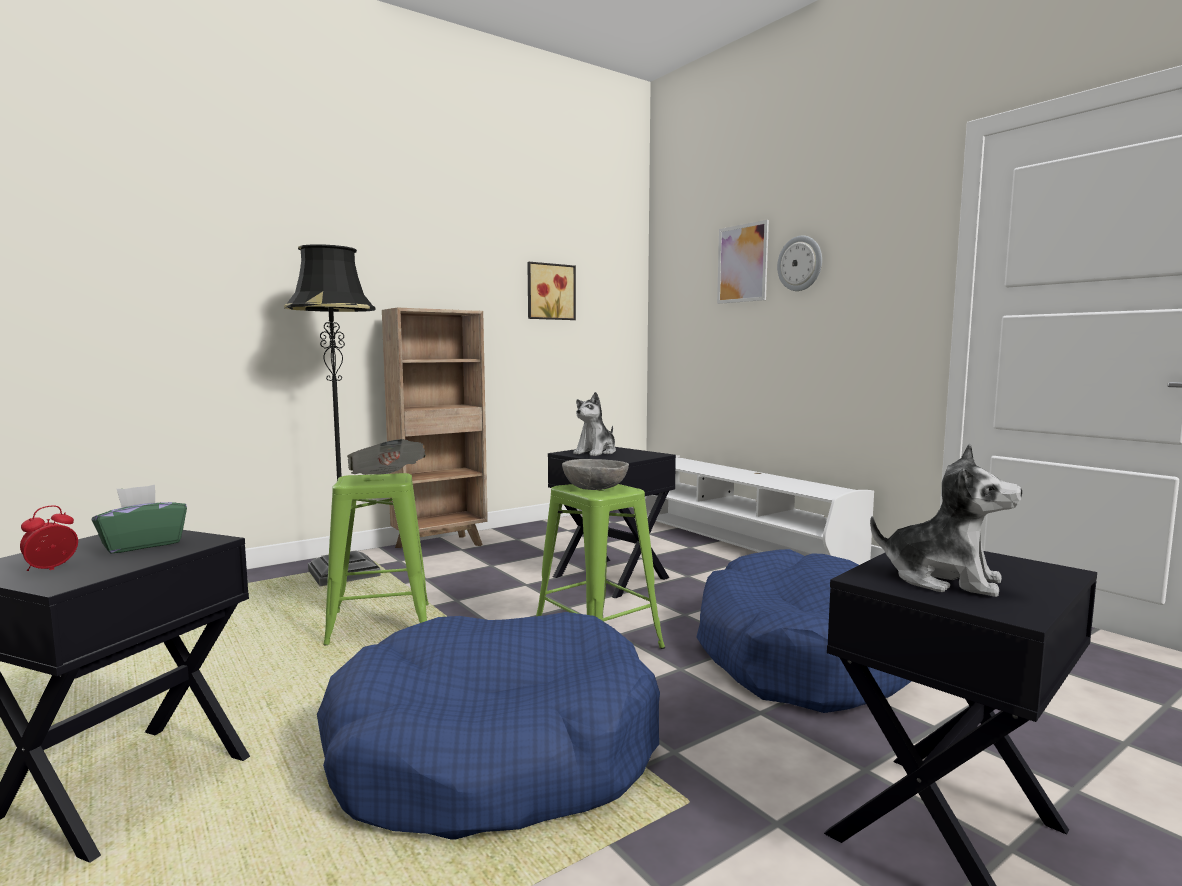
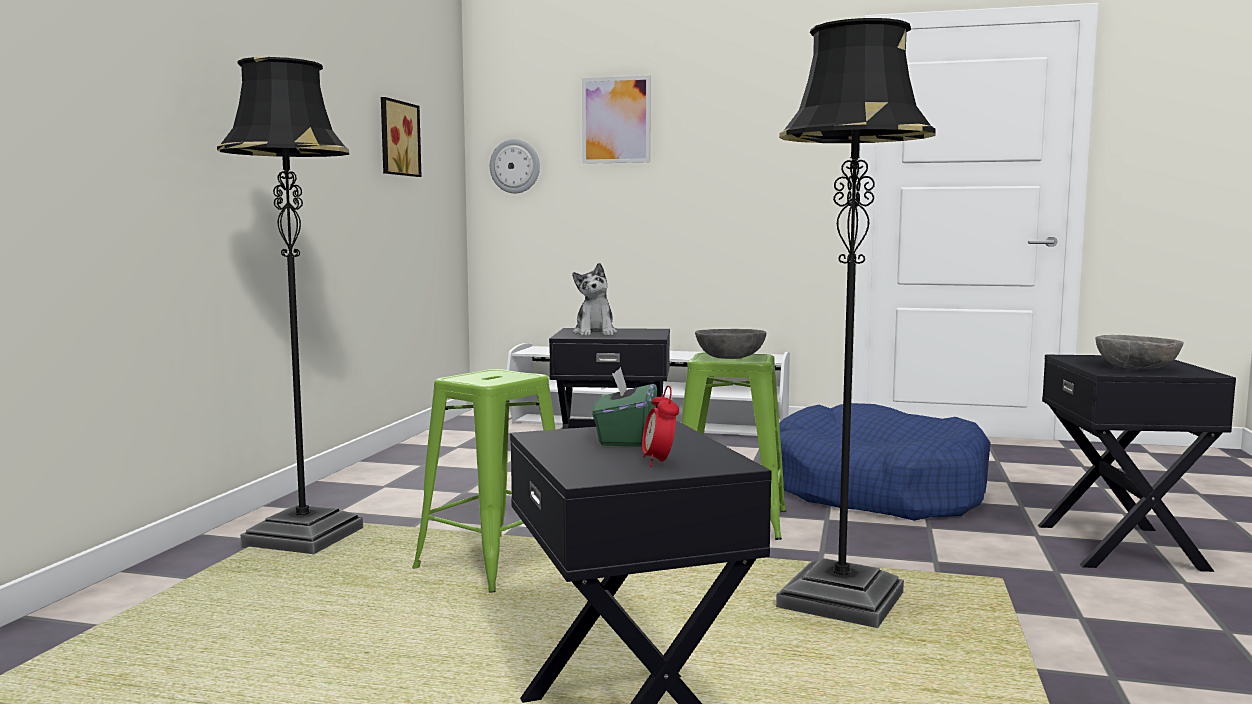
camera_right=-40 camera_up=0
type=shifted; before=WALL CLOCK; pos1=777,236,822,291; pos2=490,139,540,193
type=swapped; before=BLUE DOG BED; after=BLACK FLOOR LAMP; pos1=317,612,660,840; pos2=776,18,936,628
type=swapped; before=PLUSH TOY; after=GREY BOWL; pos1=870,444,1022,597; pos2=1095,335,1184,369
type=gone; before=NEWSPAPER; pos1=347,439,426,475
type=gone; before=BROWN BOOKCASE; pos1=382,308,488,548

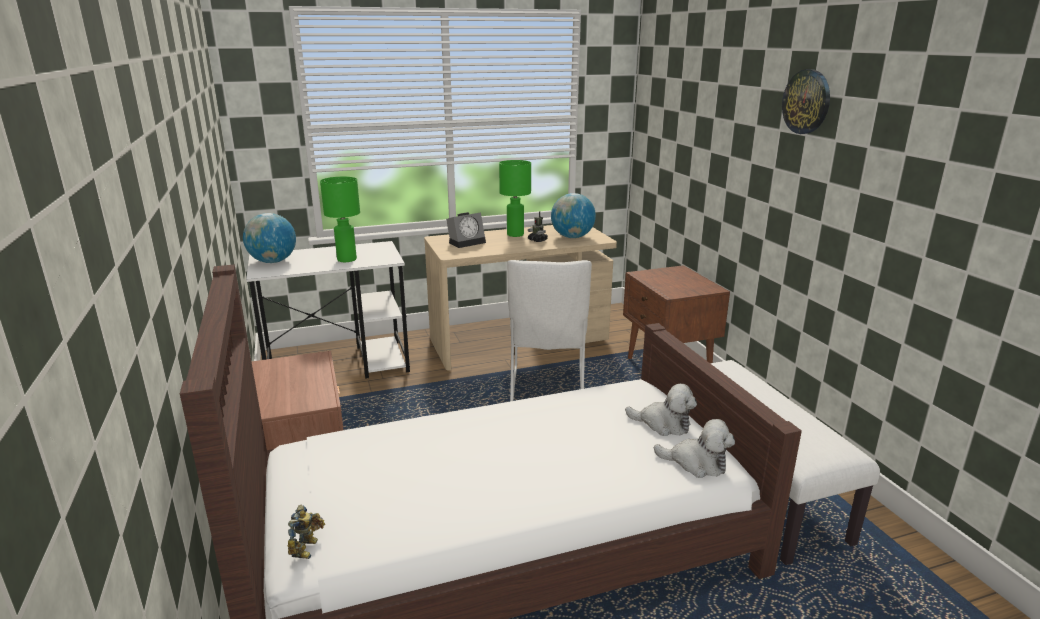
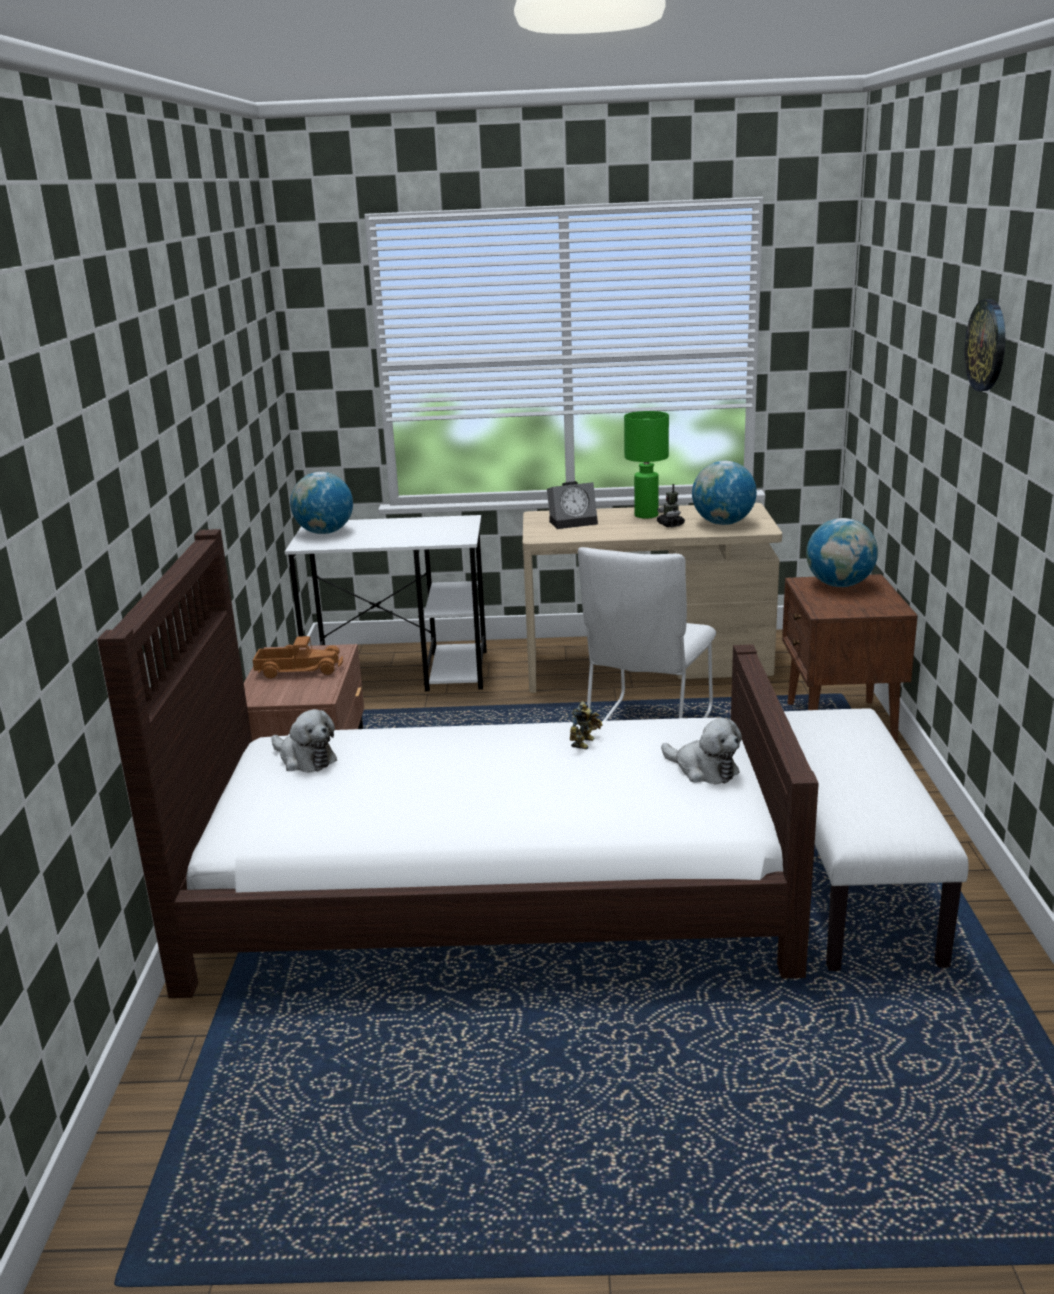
camera_right=20 camera_up=0
type=new; after=TOY TRUCK; pos2=253,636,343,679
type=shifted; before=PLUSH TOY; pos1=654,419,735,478; pos2=271,709,337,773
type=shifted; before=TOY ROBOT; pos1=287,505,325,559; pos2=570,701,603,750
type=new; after=GLOBE; pos2=806,518,878,587
type=gone; before=GREEN TABLE LAMP; pos1=320,177,360,262

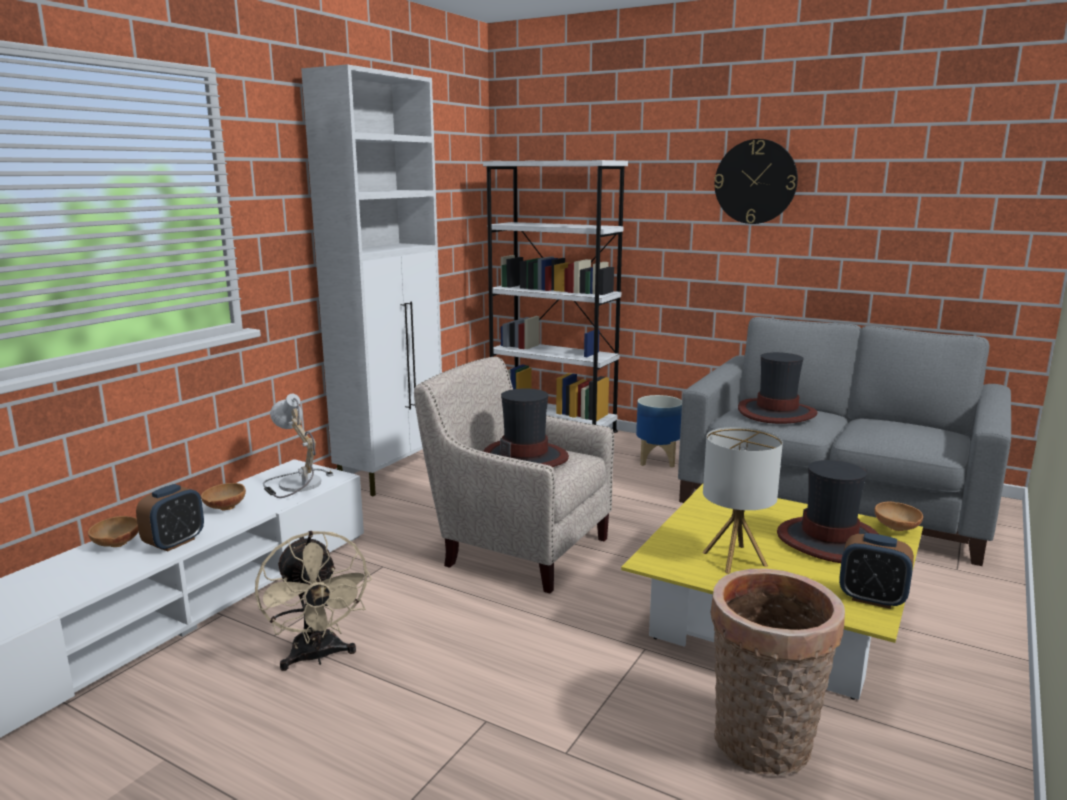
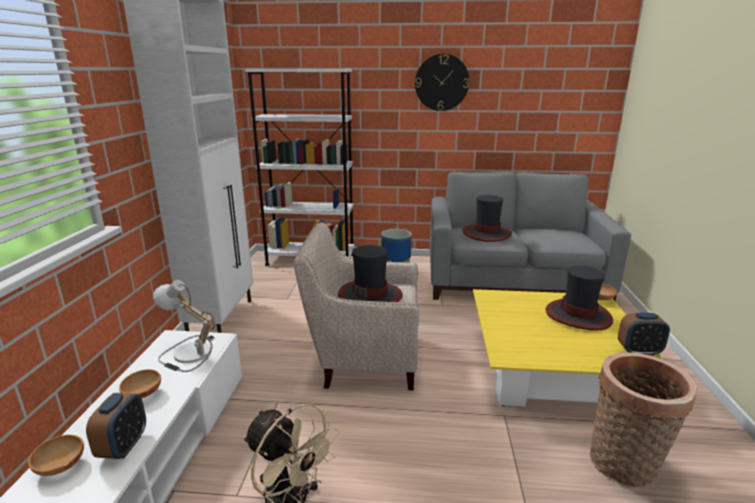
camera_right=-25 camera_up=5
type=gone; before=TABLE LAMP; pos1=702,427,783,574

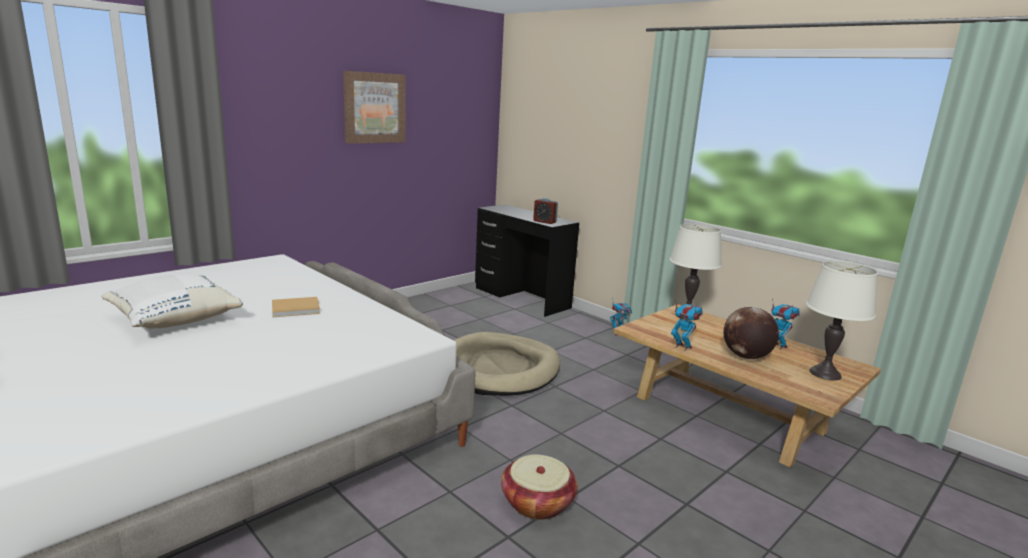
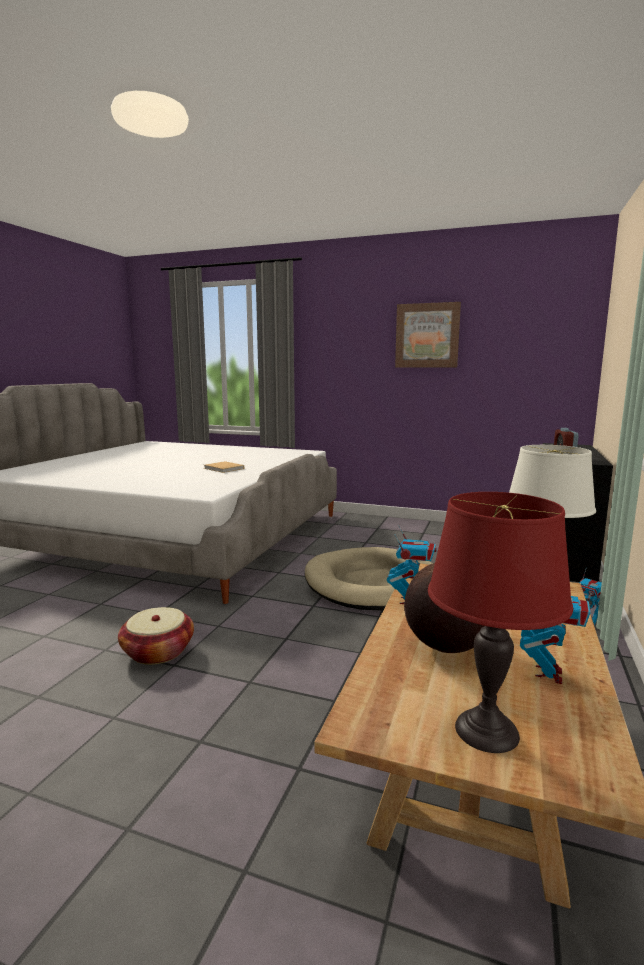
camera_right=65 camera_up=-5
type=repainted; before=WHITE TABLE LAMP; after=RED TABLE LAMP; pos1=806,261,878,380; pos2=428,492,573,753
type=gone; before=WHITE PILLOW; pos1=101,274,243,329

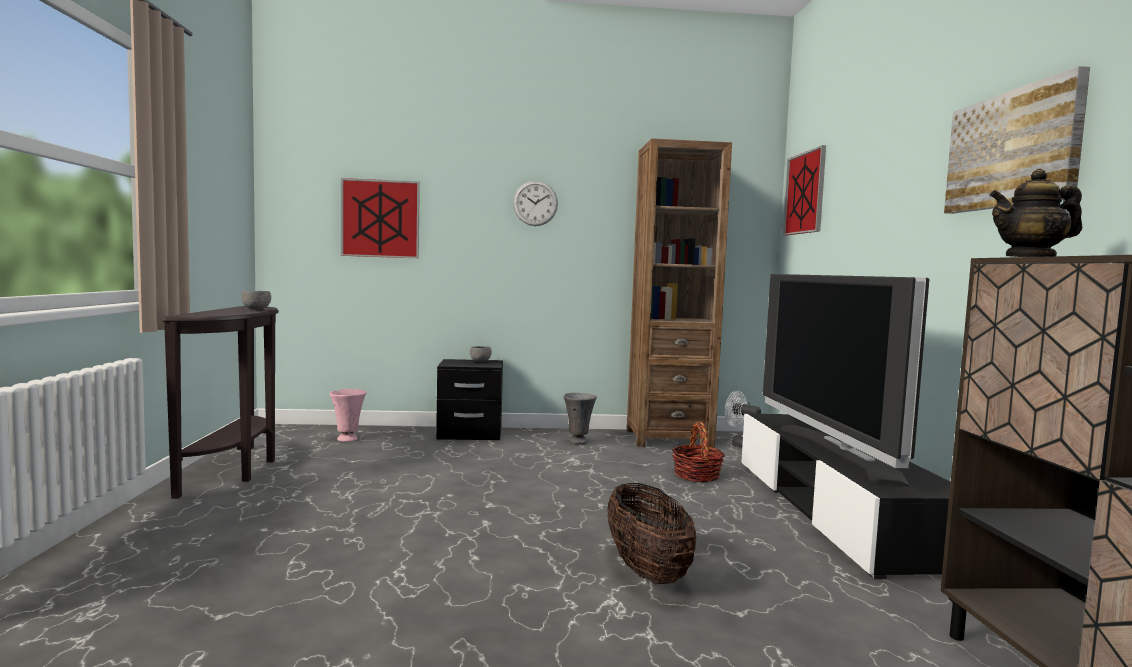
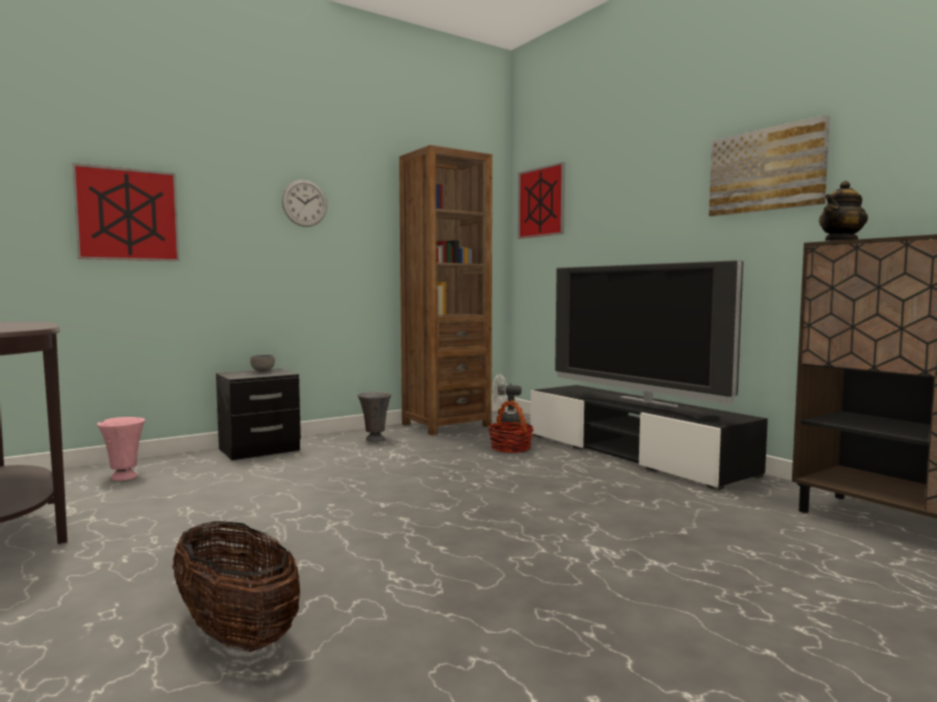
camera_right=-30 camera_up=0
type=shifted; before=BASKET; pos1=607,483,696,584; pos2=172,521,300,652
type=gone; before=GREY BOWL; pos1=241,291,271,310

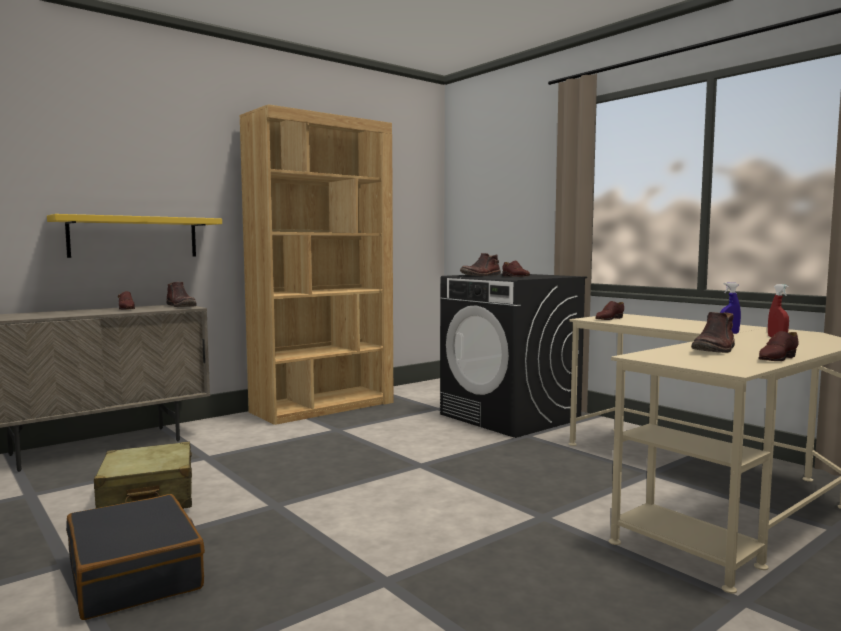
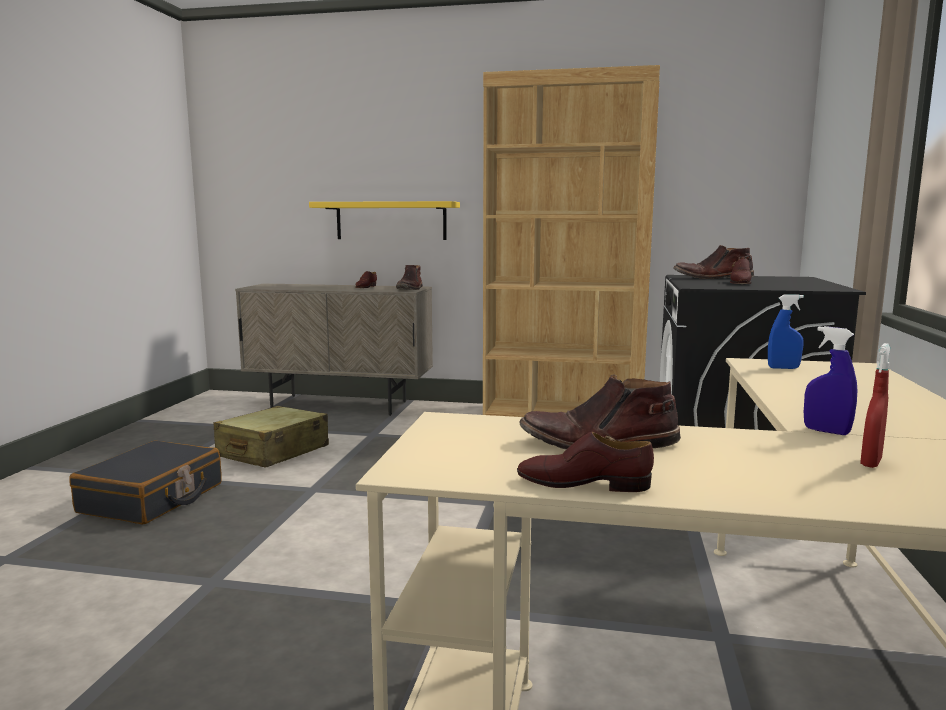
camera_right=50 camera_up=5
type=swapped; before=BROWN SHOE; after=BLUE SPRAY BOTTLE; pos1=595,301,624,320; pos2=768,294,804,369

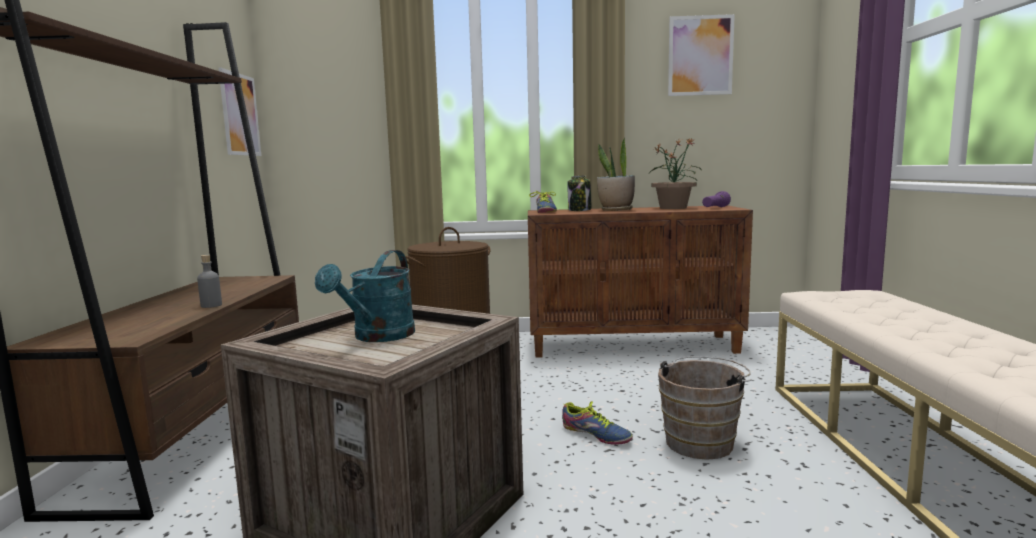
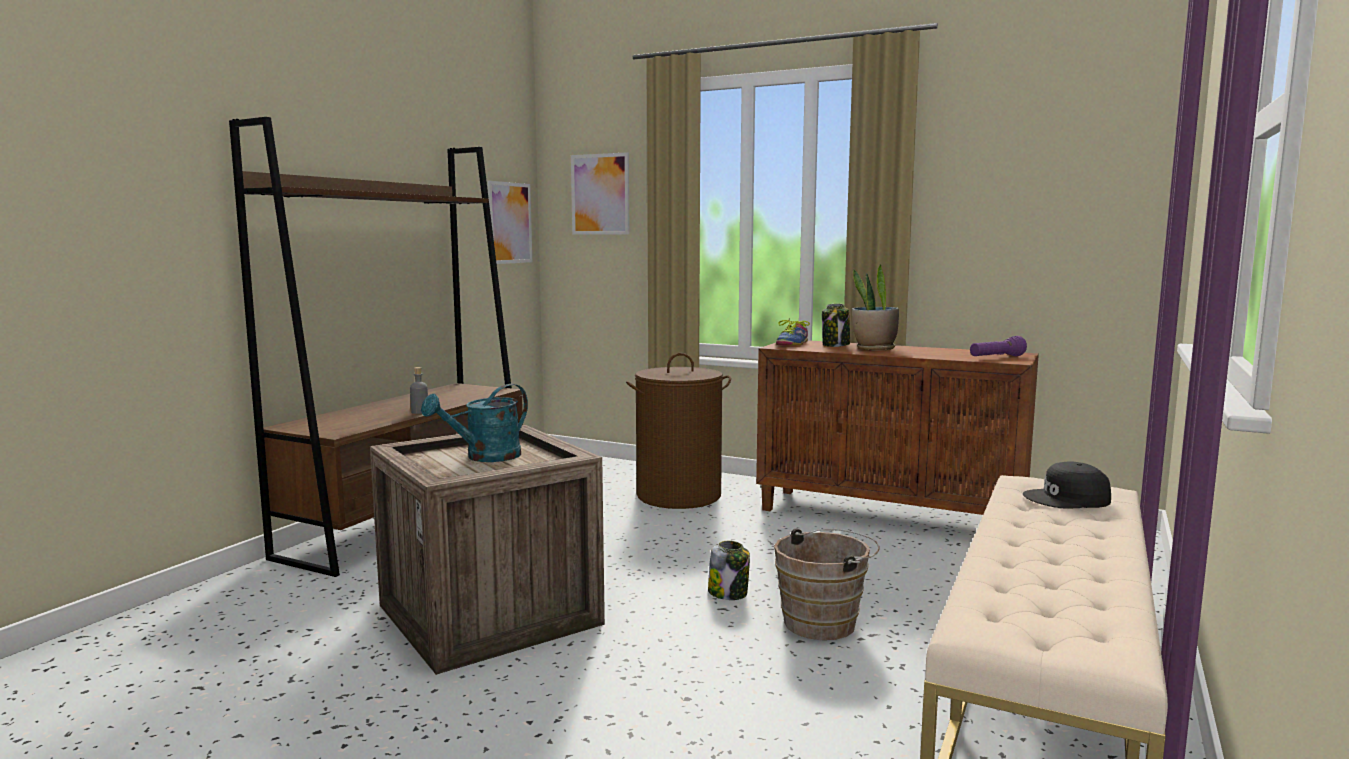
camera_right=25 camera_up=0
type=shifted; before=PICTURE; pos1=668,14,735,96; pos2=571,152,630,235
type=swapped; before=SHOE; after=JAR; pos1=562,401,633,445; pos2=708,541,750,600
type=new; after=BLACK CAP; pos2=1023,461,1111,509
type=gone; before=POTTED PLANT; pos1=649,138,702,209

